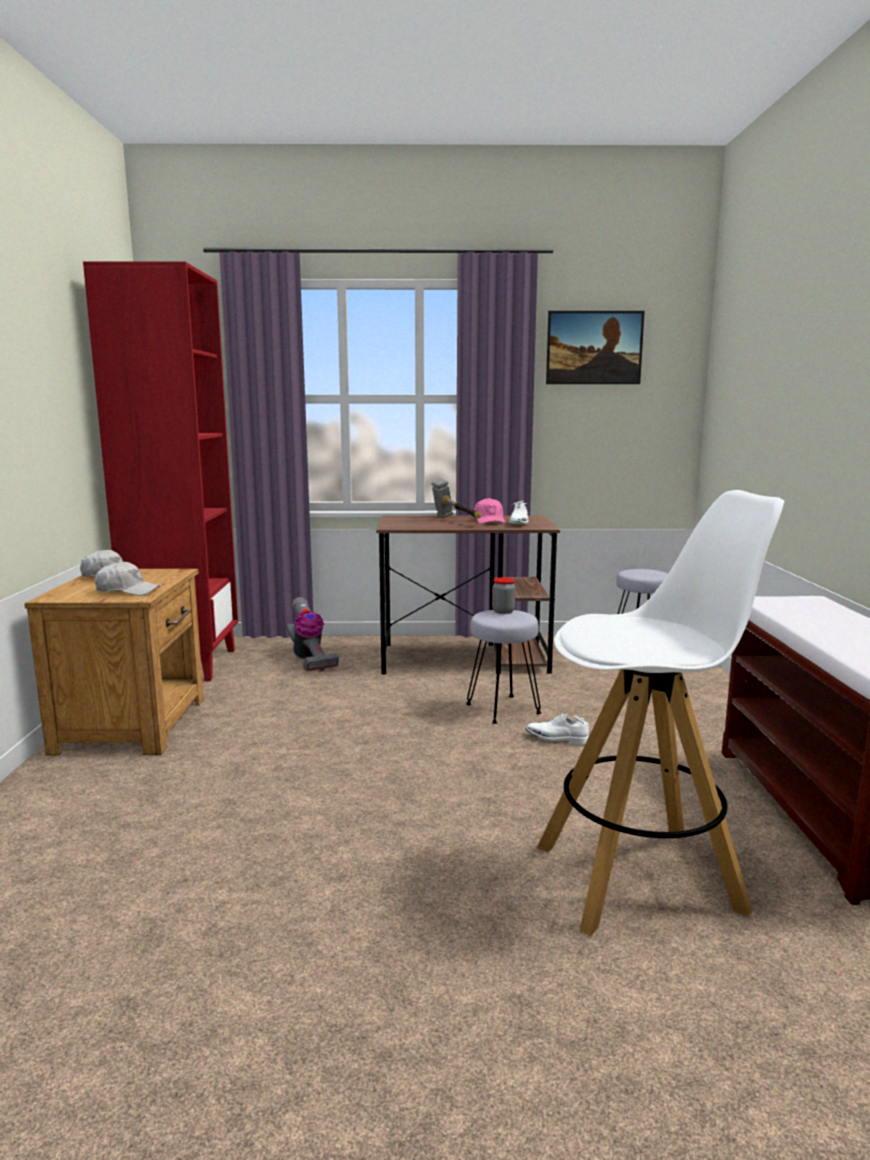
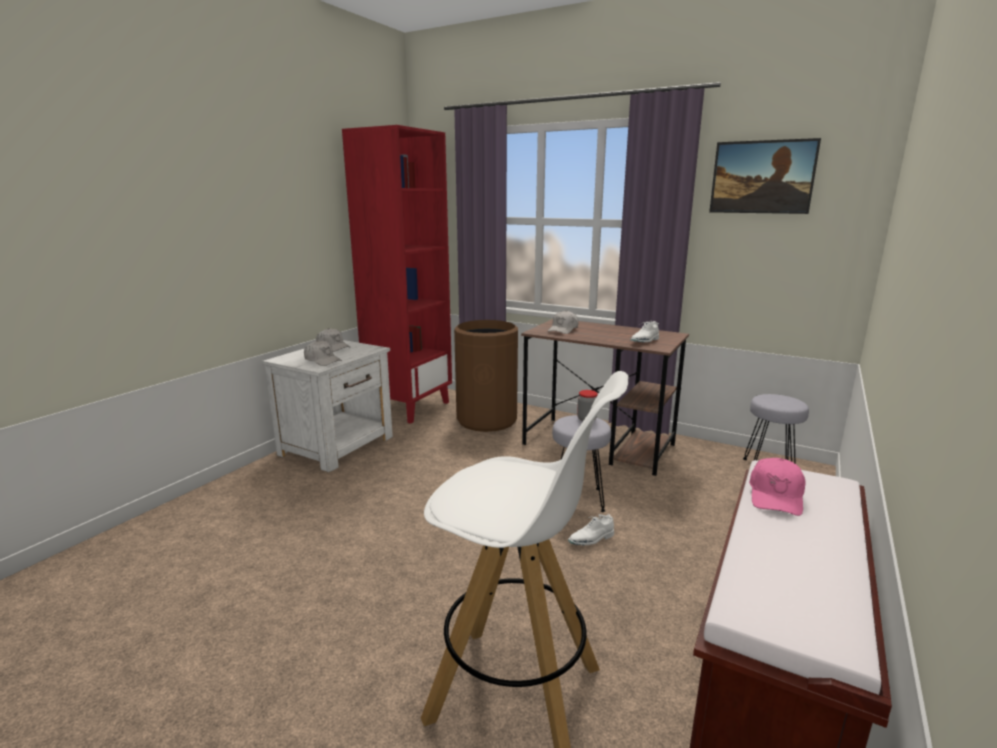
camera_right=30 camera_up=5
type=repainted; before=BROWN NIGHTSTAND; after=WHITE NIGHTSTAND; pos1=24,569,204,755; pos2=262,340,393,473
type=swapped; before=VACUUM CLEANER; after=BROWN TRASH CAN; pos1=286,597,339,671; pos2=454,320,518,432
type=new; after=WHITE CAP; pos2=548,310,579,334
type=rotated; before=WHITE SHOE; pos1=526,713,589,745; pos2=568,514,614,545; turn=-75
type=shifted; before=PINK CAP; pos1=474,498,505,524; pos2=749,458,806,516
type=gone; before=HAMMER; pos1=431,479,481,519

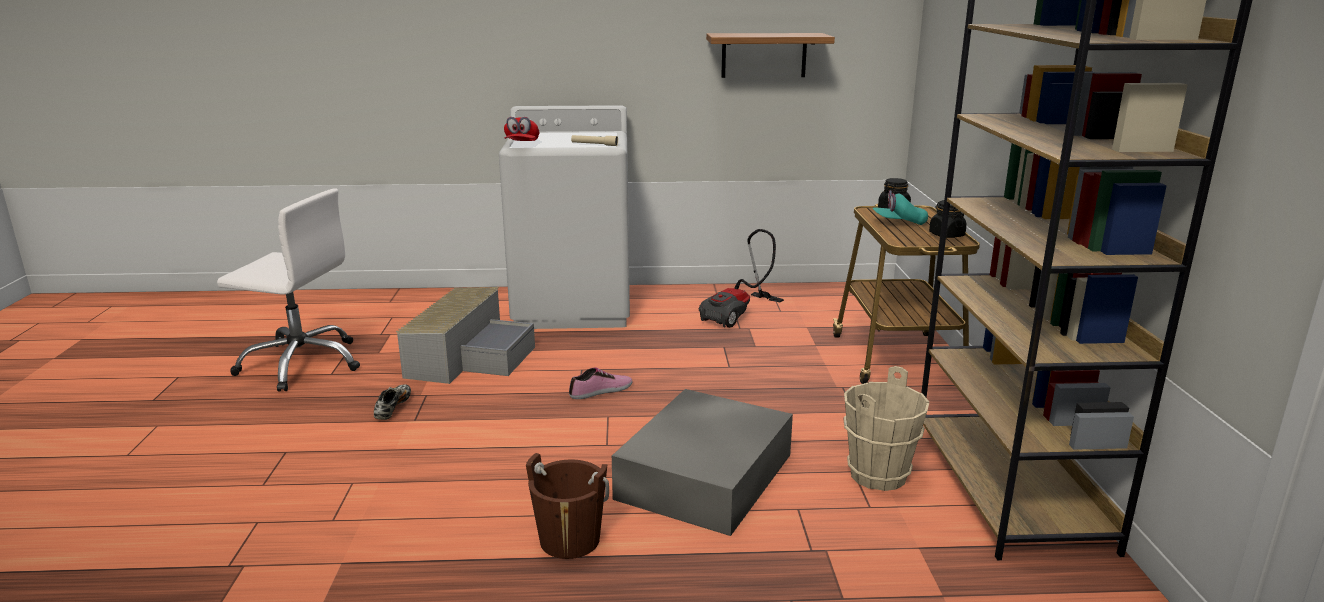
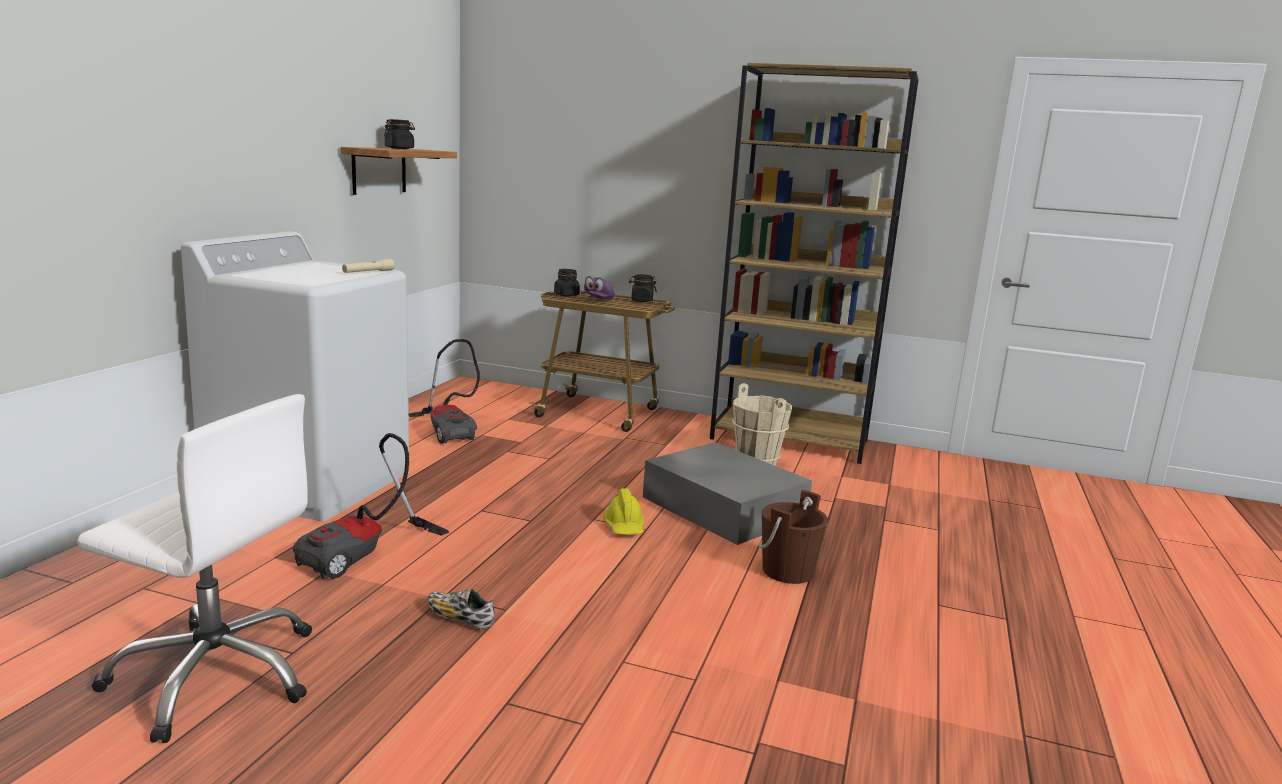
camera_right=-70 camera_up=-5
type=rotated; before=WHITE OFFICE CHAIR; pos1=217,188,360,392; pos2=77,394,312,743; turn=75
type=swapped; before=GREY STORAGE BOX; after=VACUUM CLEANER; pos1=396,287,535,384; pos2=293,433,449,579
type=new; after=BLACK JAR; pos2=384,119,415,149
type=repainted; before=TURQUOISE CAP; after=PURPLE CAP; pos1=873,190,928,225; pos2=581,276,615,299
type=new; after=YELLOW HARD HAT; pos2=604,488,645,535
type=gone; before=RED CAP; pos1=504,117,539,141
type=gone; before=SHOE; pos1=569,367,632,399

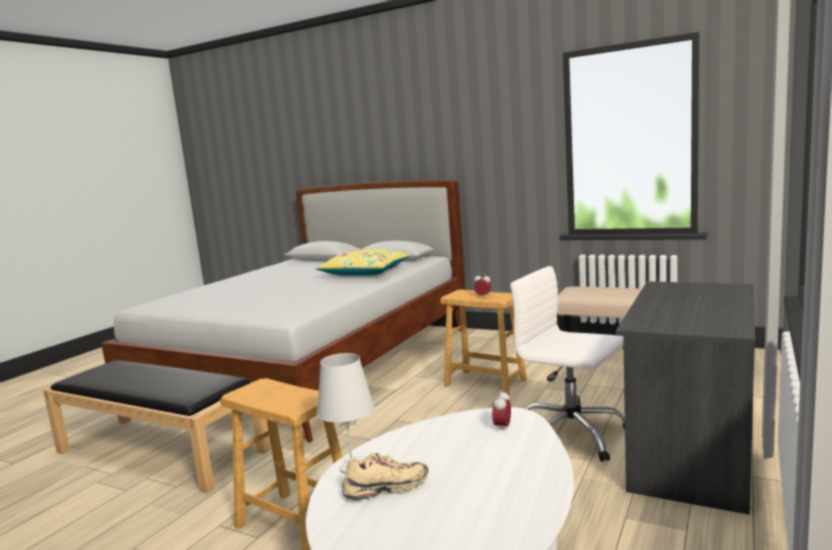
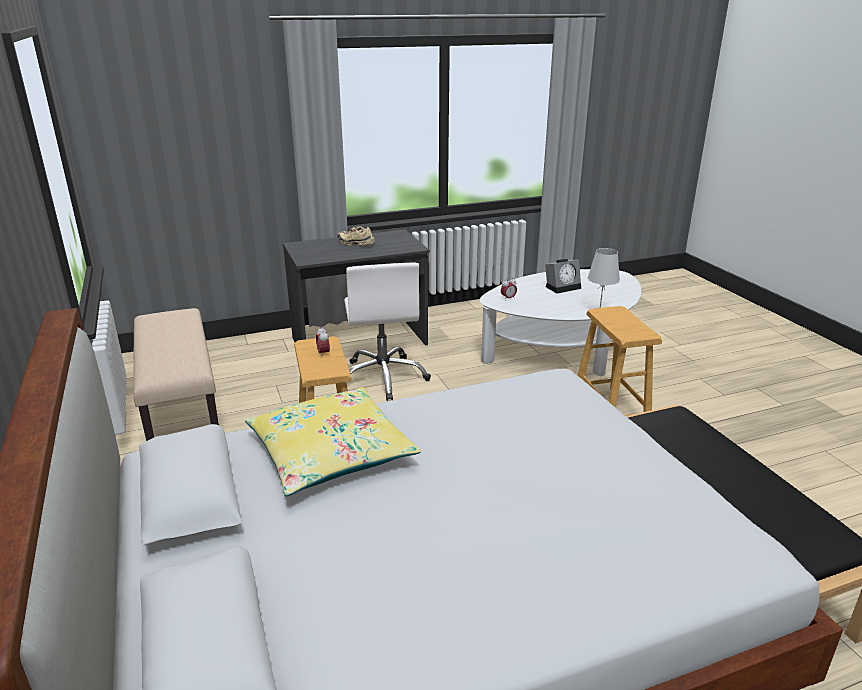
camera_right=-140 camera_up=15
type=shifted; before=BEIGE SHOE; pos1=342,453,429,500; pos2=337,226,375,246
type=new; after=ALARM CLOCK; pos2=545,259,581,294

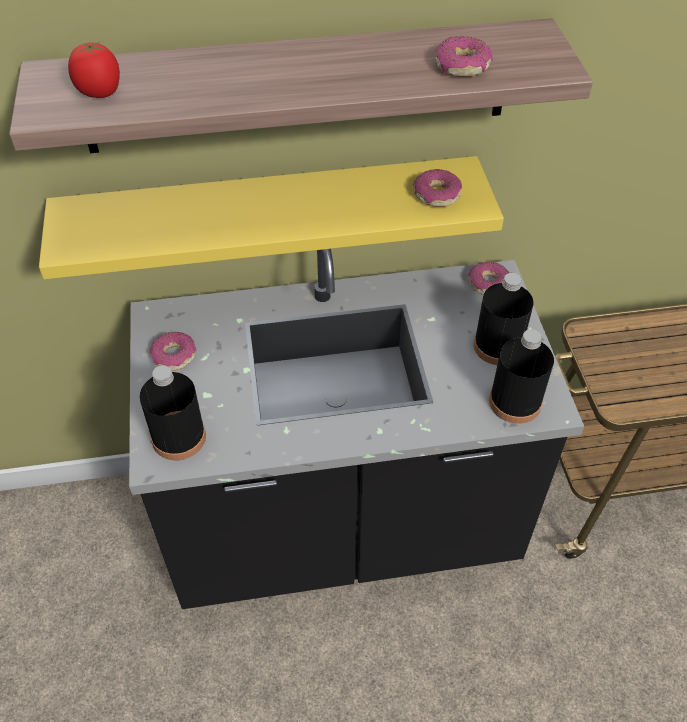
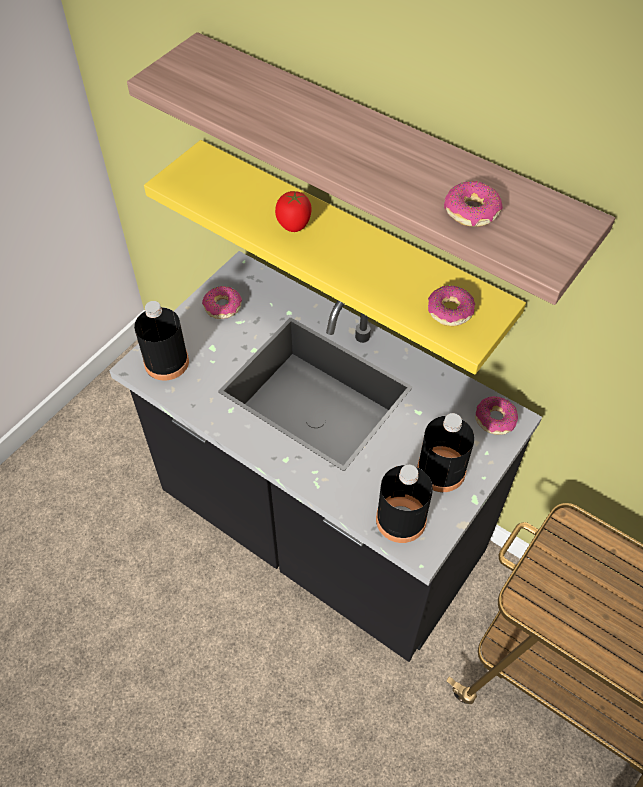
camera_right=45 camera_up=5
type=shifted; before=TOMATO; pos1=68,41,120,98; pos2=275,191,312,232

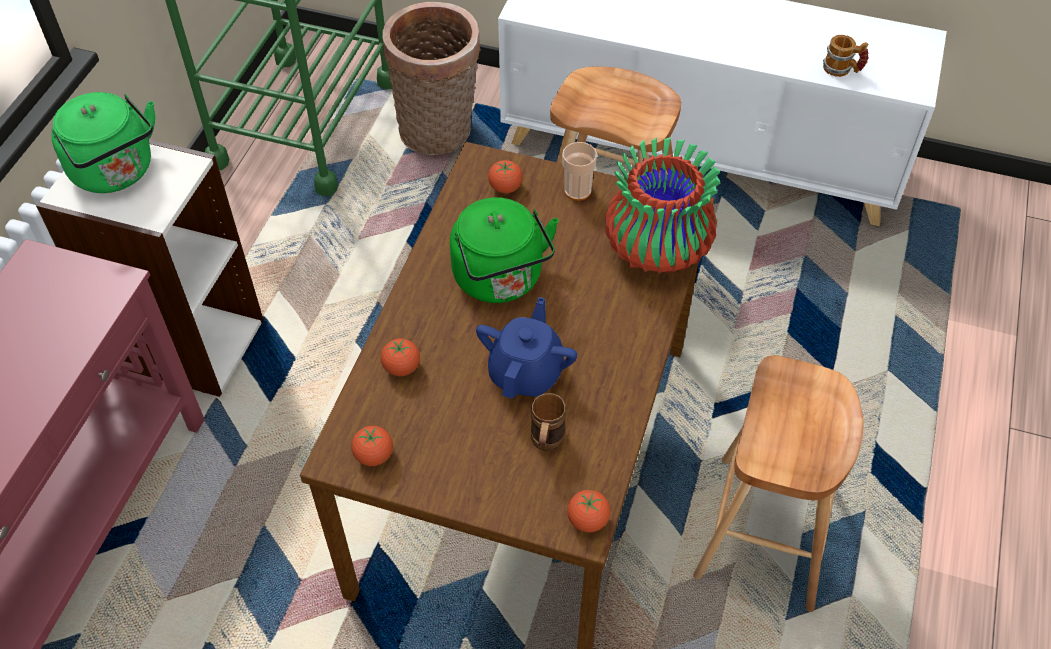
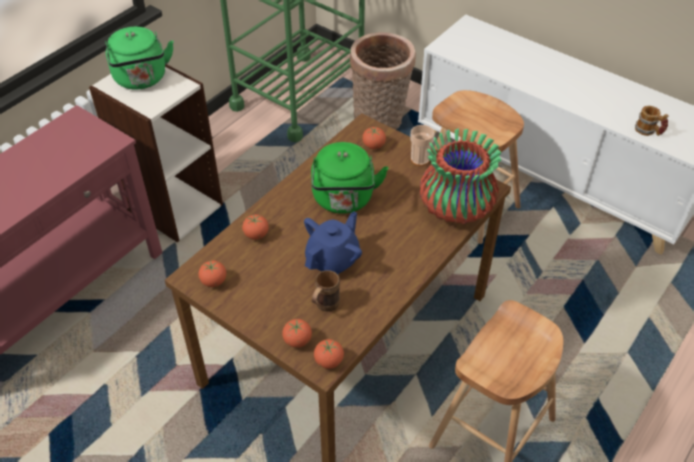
camera_right=20 camera_up=-5
type=new; after=TOMATO; pos2=282,319,312,348

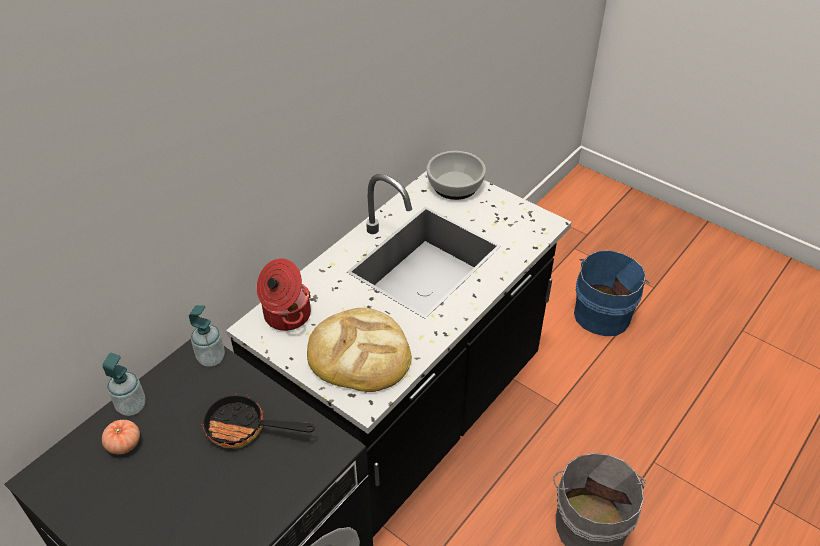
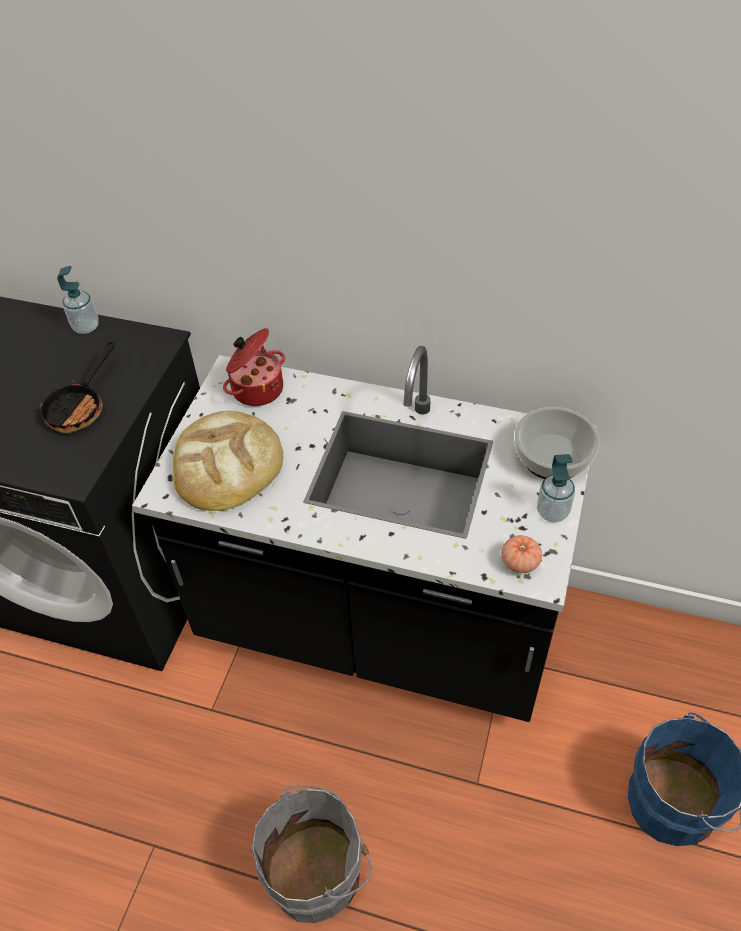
camera_right=70 camera_up=5
type=rotated; before=FRYING PAN; pos1=199,394,315,449; pos2=38,341,115,433; turn=-150
type=shifted; before=TOMATO; pos1=102,420,140,455; pos2=501,535,542,573
type=shifted; before=SOAP DISPENSER; pos1=189,305,225,367; pos2=537,454,575,523

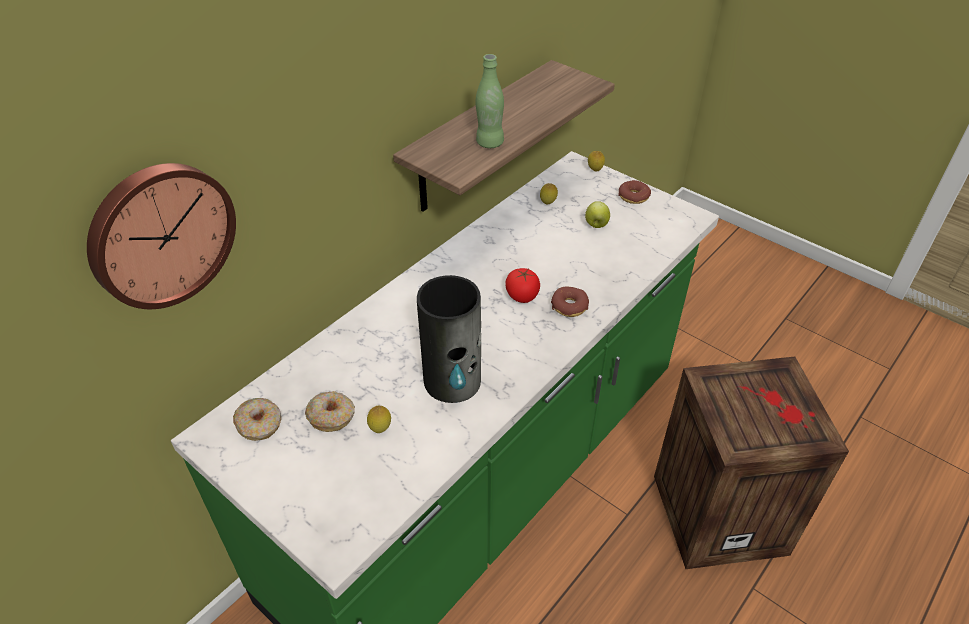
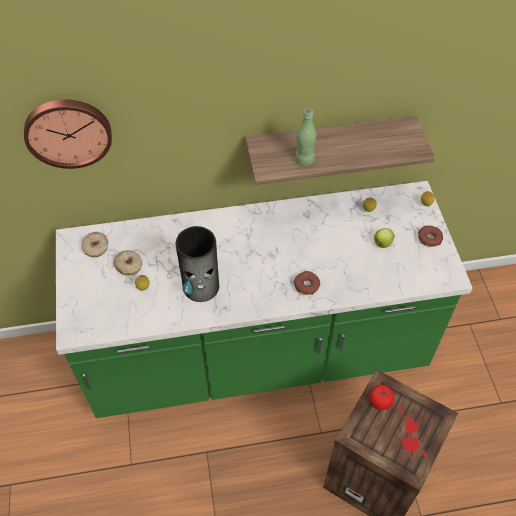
camera_right=40 camera_up=10
type=shifted; before=TOMATO; pos1=505,268,540,303; pos2=370,384,394,410

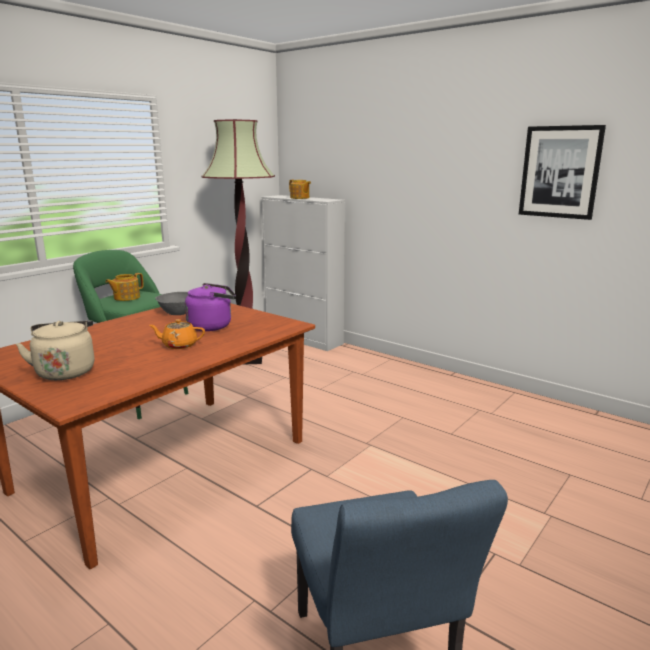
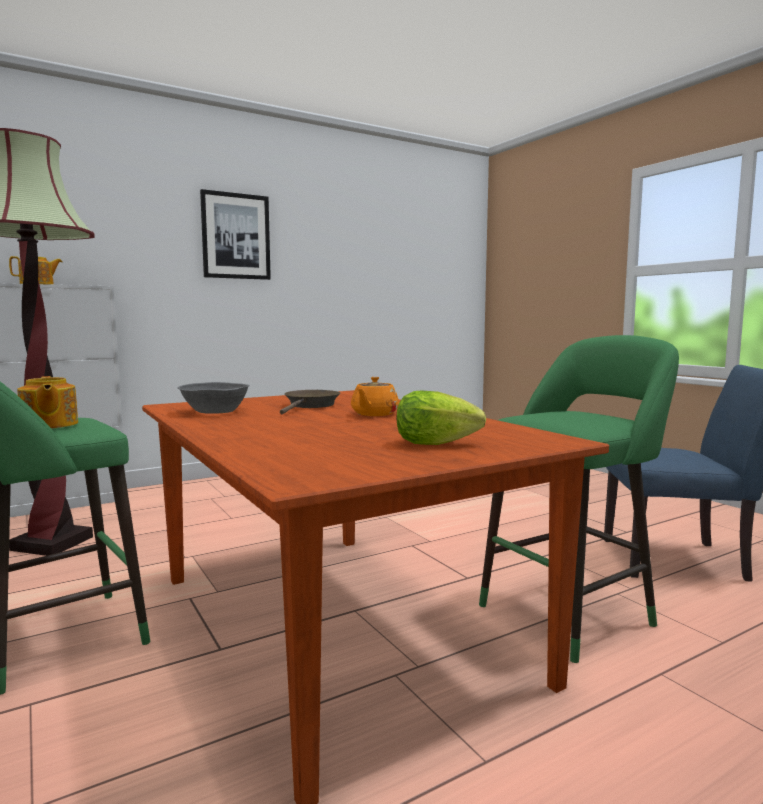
camera_right=-70 camera_up=-10
type=shifted; before=PICTURE; pos1=519,125,606,220; pos2=200,189,271,280
type=swapped; before=PURPLE KETTLE; after=BROWN FRYING PAN; pos1=185,283,236,331; pos2=280,390,340,414
type=swapped; before=BEIGE KETTLE; after=LETTUCE; pos1=16,320,94,380; pos2=397,391,486,445
type=new; after=GREEN STOOL; pos2=479,335,679,663

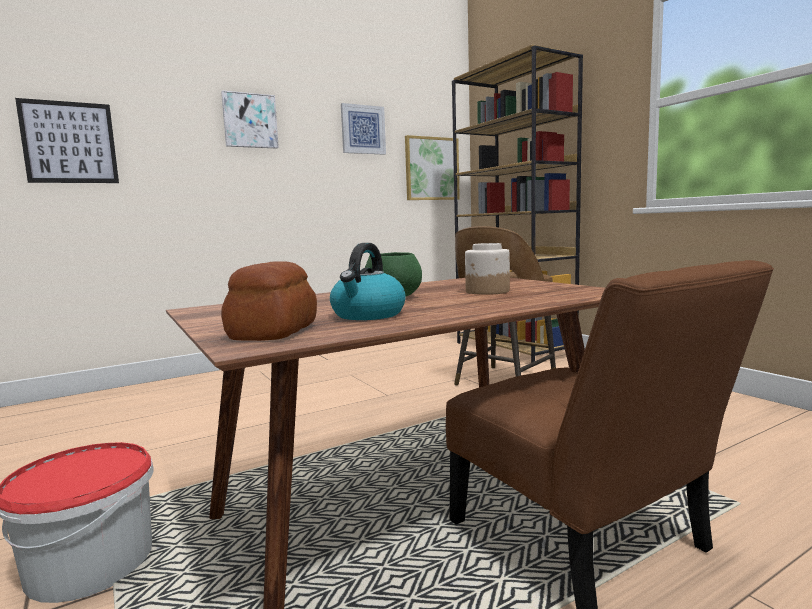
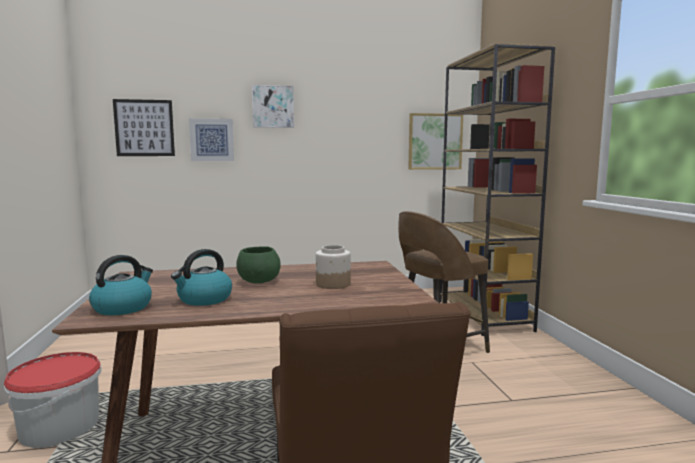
camera_right=20 camera_up=0
type=swapped; before=BREAD; after=KETTLE; pos1=221,261,317,341; pos2=89,255,153,315
type=shifted; before=PICTURE; pos1=341,103,386,155; pos2=189,118,234,161

